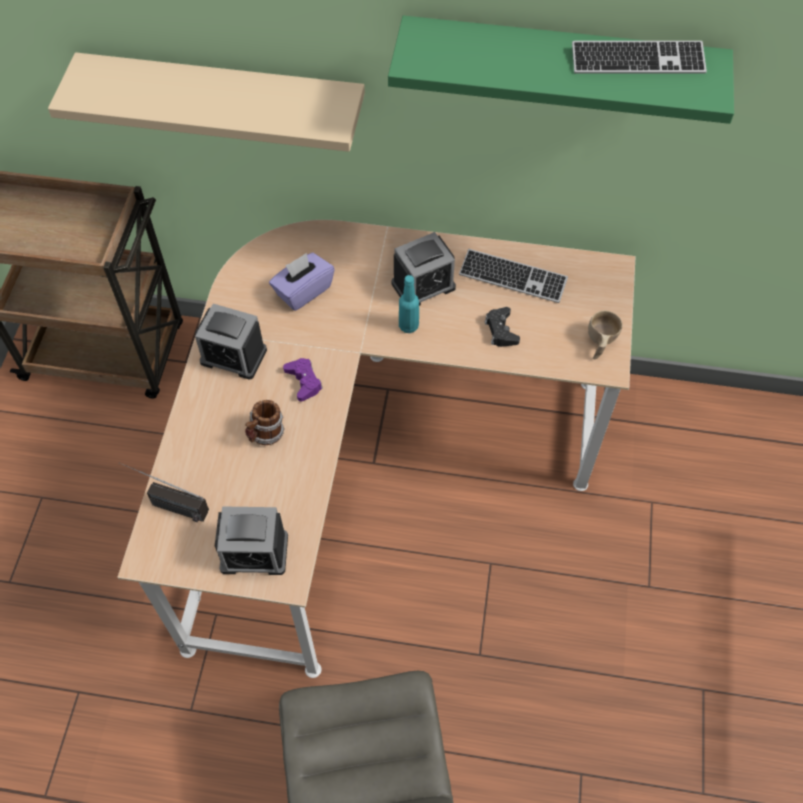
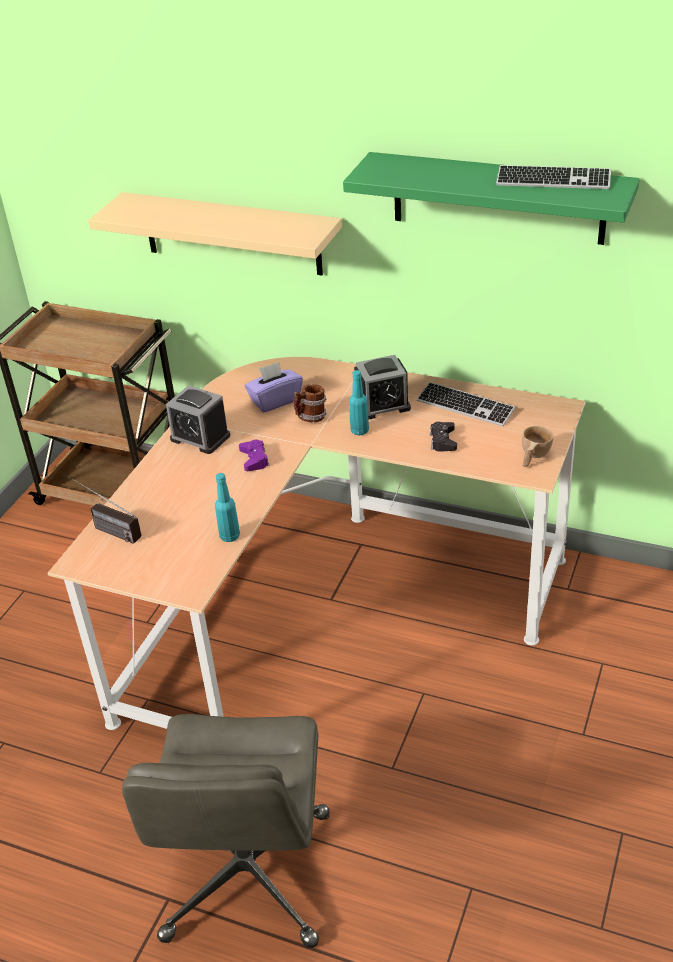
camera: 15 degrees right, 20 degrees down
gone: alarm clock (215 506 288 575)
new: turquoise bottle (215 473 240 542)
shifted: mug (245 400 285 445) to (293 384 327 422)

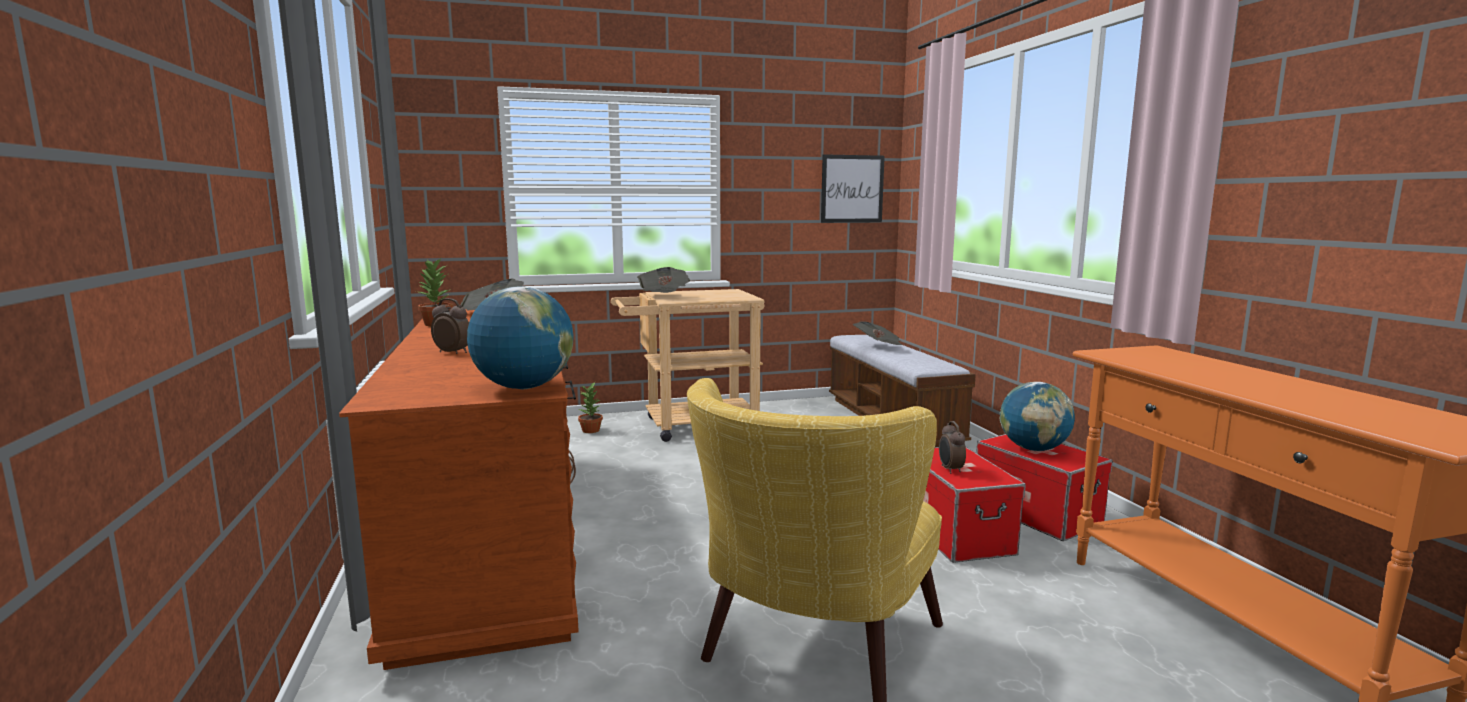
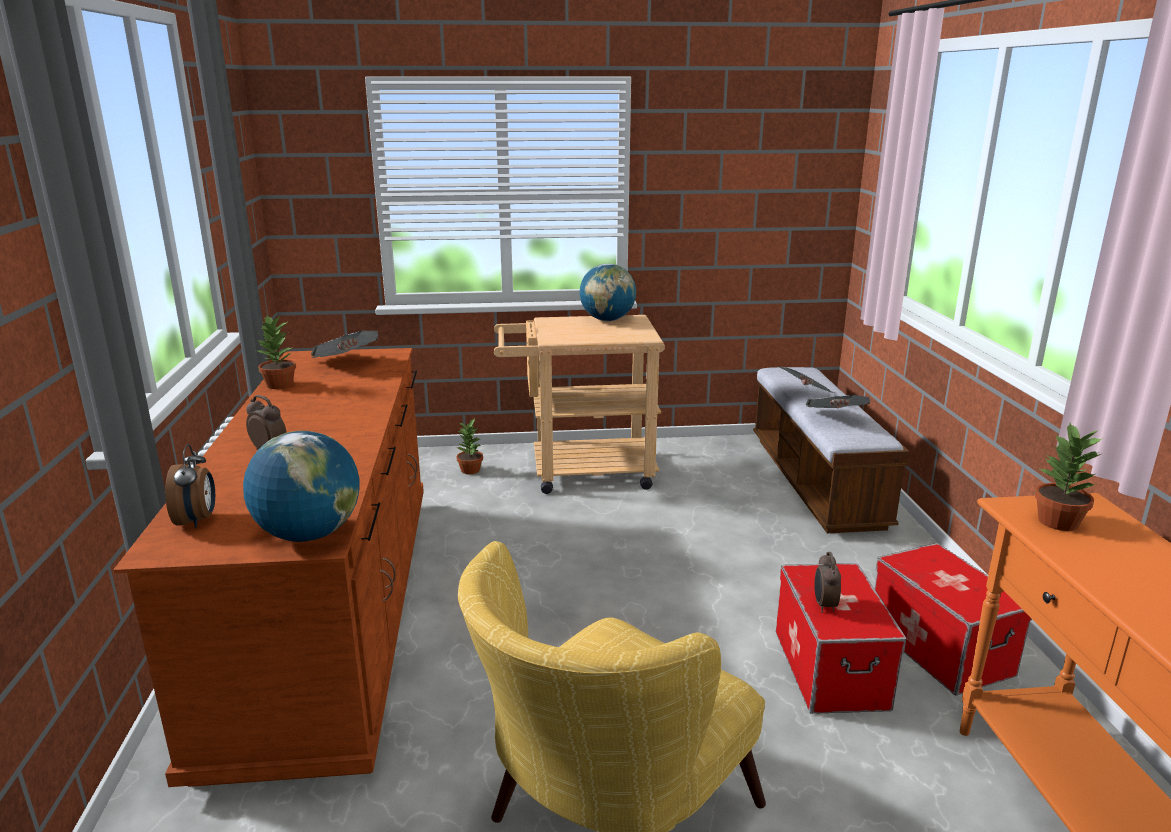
camera: 10 degrees right, 10 degrees up
gone: picture (821 154 885 223)
new: alarm clock (165 444 215 528); potted plant (1035 423 1103 531)
shifted: globe (999 382 1075 451) to (579 263 636 321); newspaper (637 267 690 293) to (806 395 870 408)

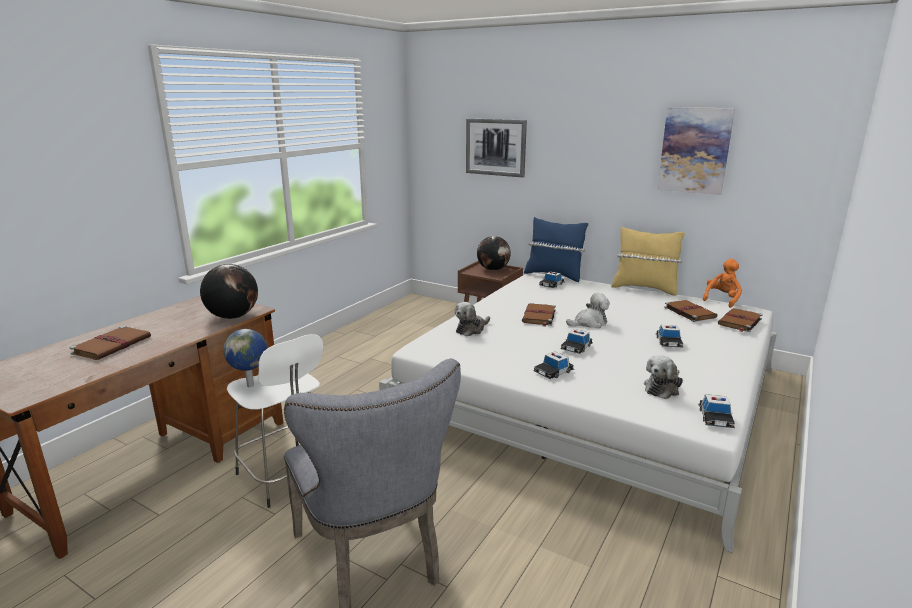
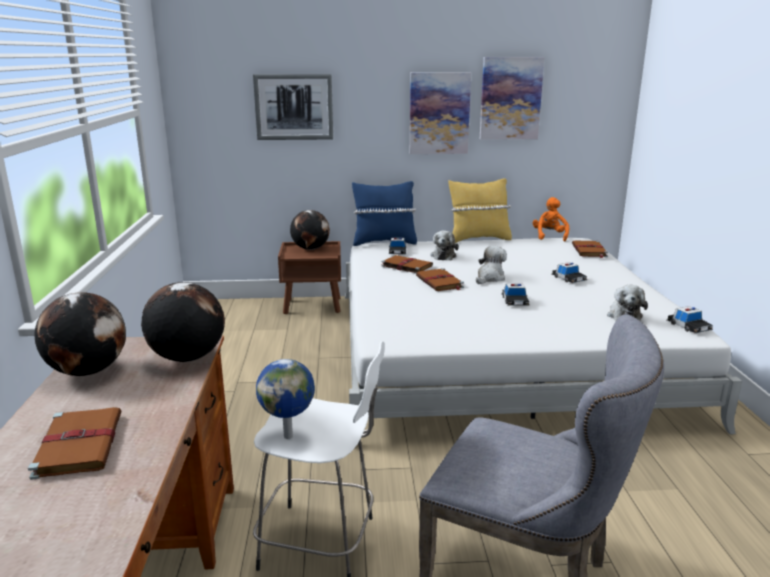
camera: 35 degrees left, 0 degrees up
gone: toy car (533 352 574 379)
new: globe (34 292 126 376); picture (410 72 471 154)
shifted: brown book (664 300 718 322) to (381 255 433 274); plush toy (455 302 490 336) to (430 230 459 261)

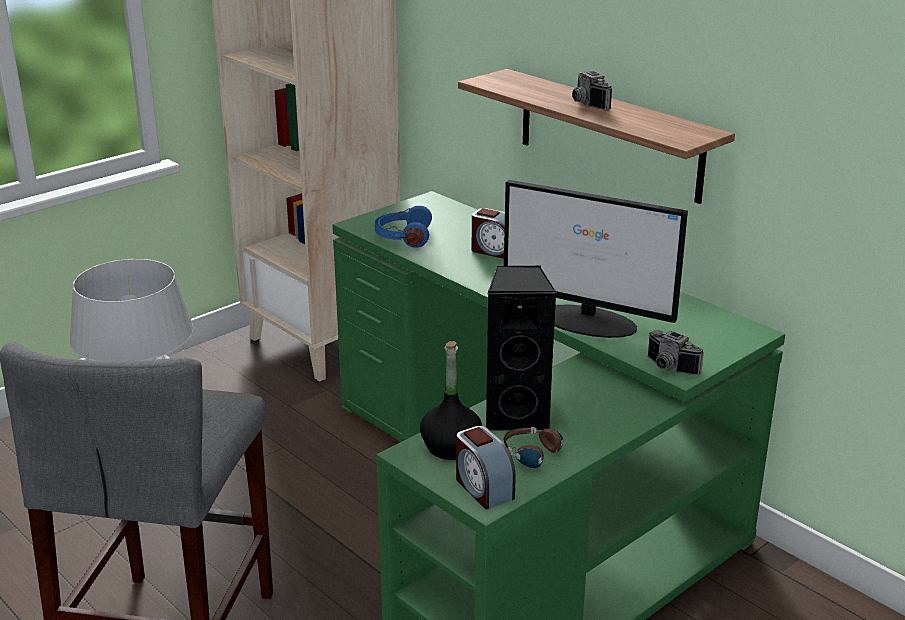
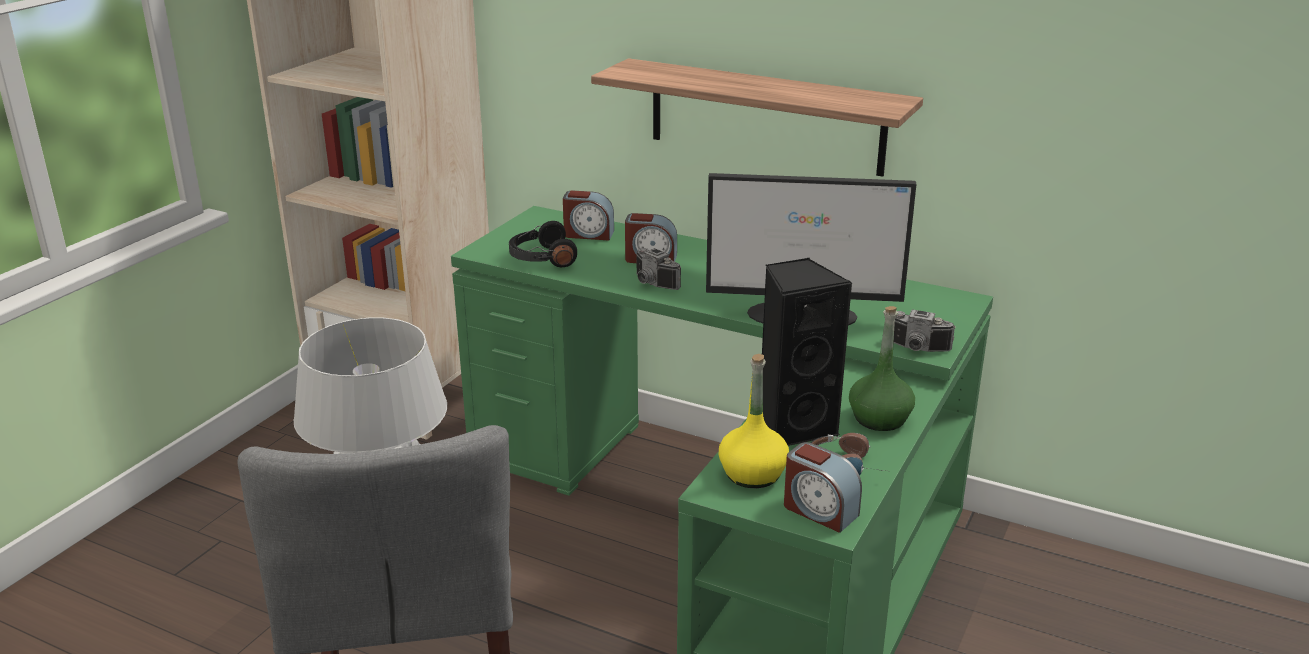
camera: 20 degrees left, 0 degrees up
new: alarm clock (563 191 614 241); green bottle (849 306 915 431)
shifted: photo camera (572 71 612 111) to (637 248 681 290)
repainted: blue headphones (375 206 432 248) to black headphones (509 221 577 267); black bottle (420 341 482 460) to yellow bottle (719 354 789 488)

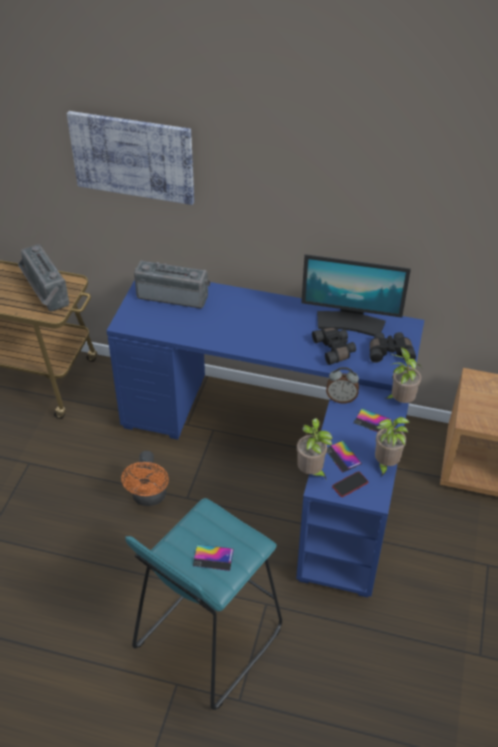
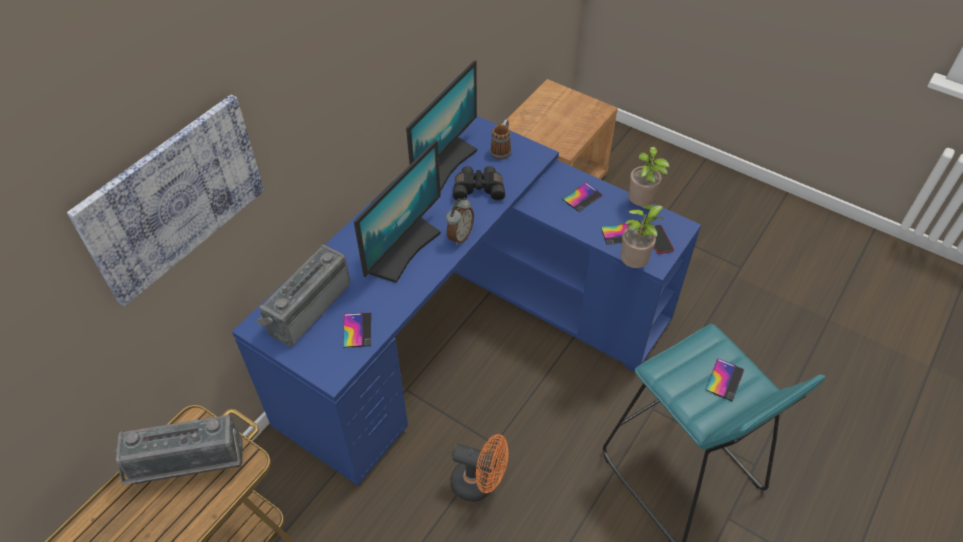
camera: 70 degrees left, 5 degrees up
gone: potted plant (385 347 422 403)
new: phone (343 313 371 347); monitor (354 140 441 283)
shifted: alarm clock (326 367 359 403) to (446 198 474 245)
swapped: black binoculars (370 332 416 363) to mug (490 120 511 160)

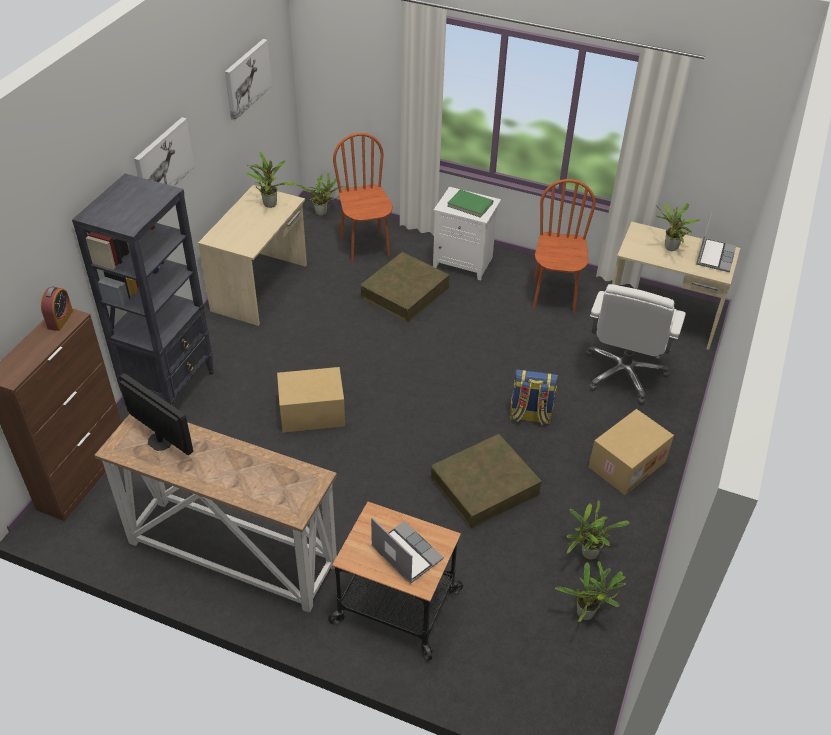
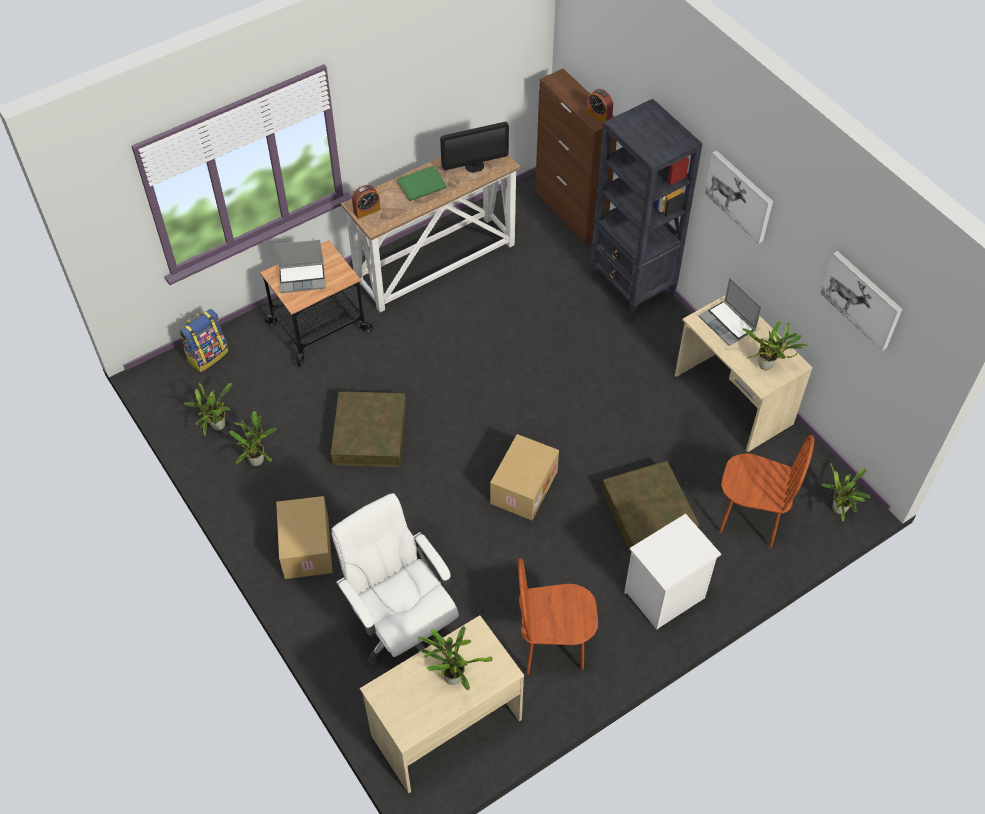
camera: 125 degrees right, 10 degrees up
new: alarm clock (352 185 381 219)
shifted: backpack (509 370 558 425) to (179 309 228 372); green book (447 189 493 218) to (397 166 447 201); cardboard box (277 367 345 433) to (490 434 559 520); laptop (696 212 736 272) to (699 278 762 346)
rotated: brown chair (533 179 596 313) = (518 558 598 674) 135 degrees clockwise

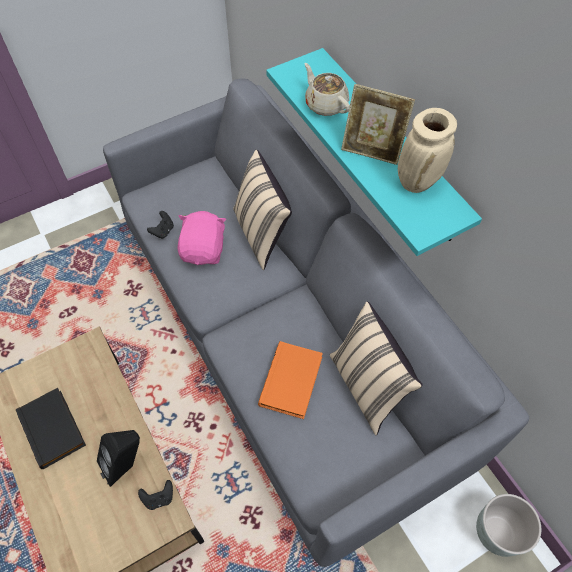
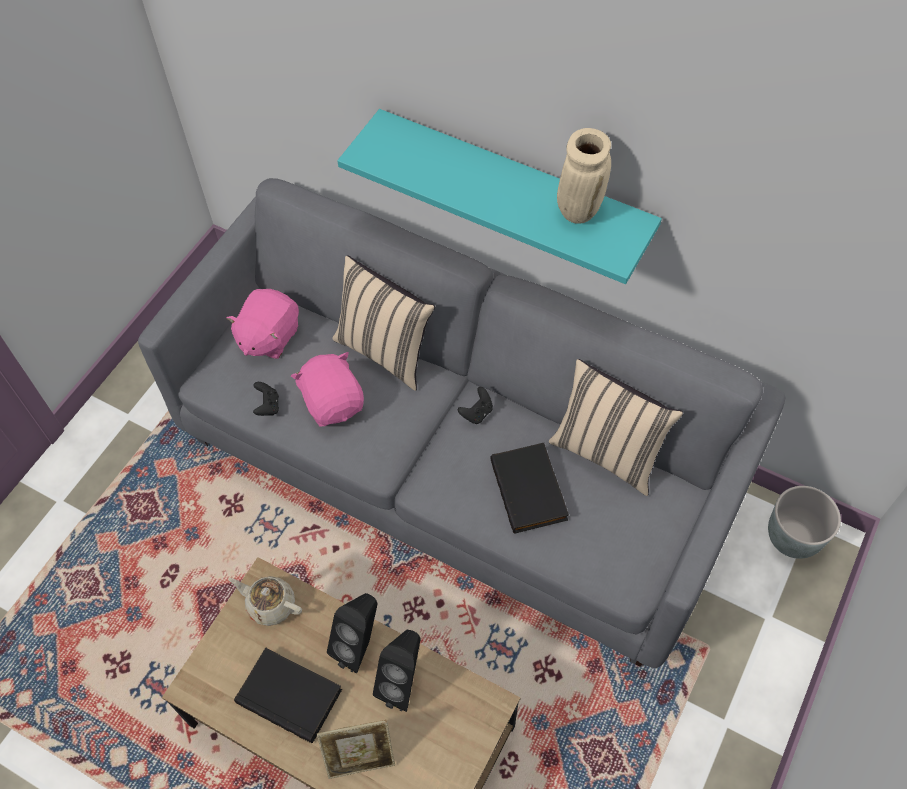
camera: 30 degrees left, 0 degrees up
new: pink plush toy (226 289 299 359); black speaker (327 593 378 673)
shifted: beige teapot (305 63 350 116) to (229 576 302 626); picture frame (341 84 415 165) to (317 720 395 779); black game controller (138 480 173 510) to (458 387 493 424)
repainted: orange book (258 341 323 419) to black book (490 443 569 534)

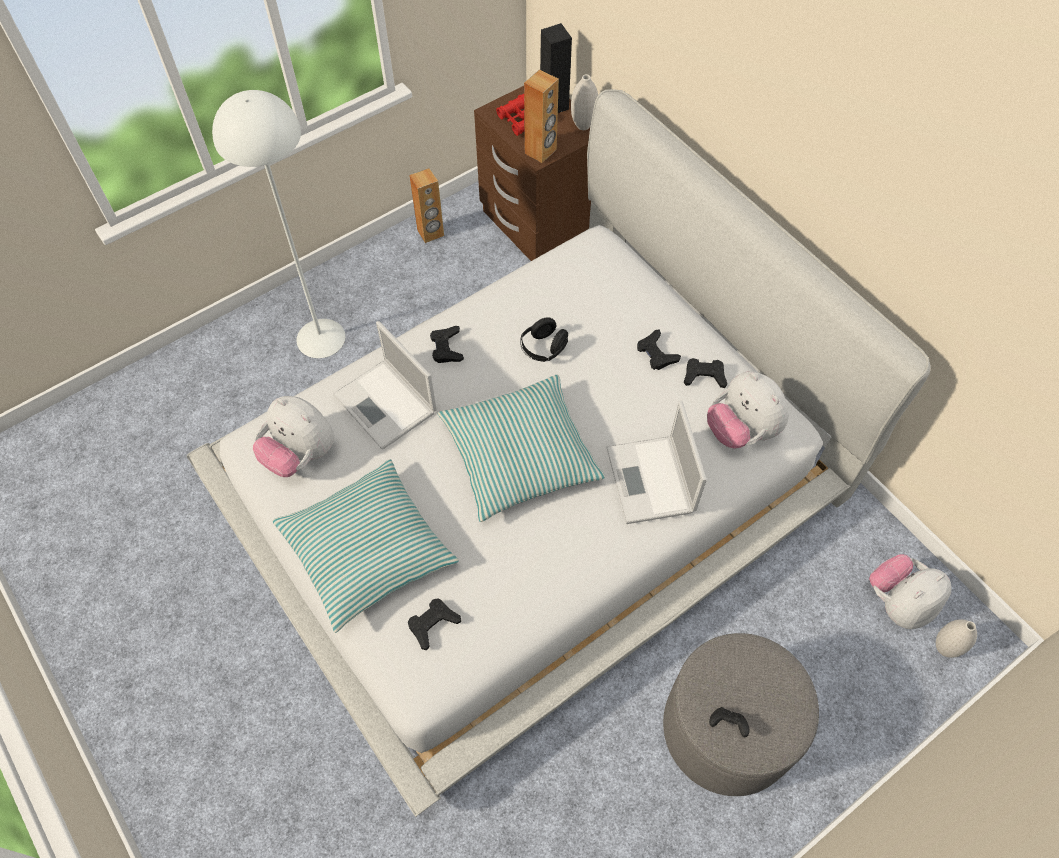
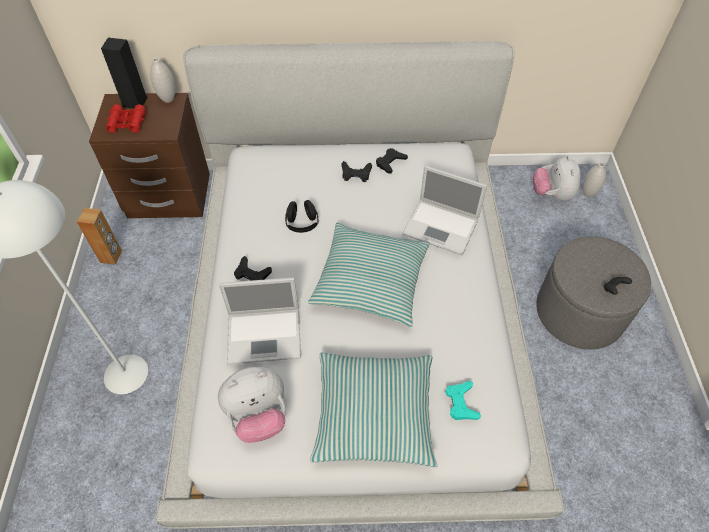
camera: 55 degrees left, 5 degrees down
gone: brown speaker (524 70 559 163); plush toy (707 371 789 449)
repainted: black game controller (408 598 461 651) to turquoise game controller (445 381 481 420)

